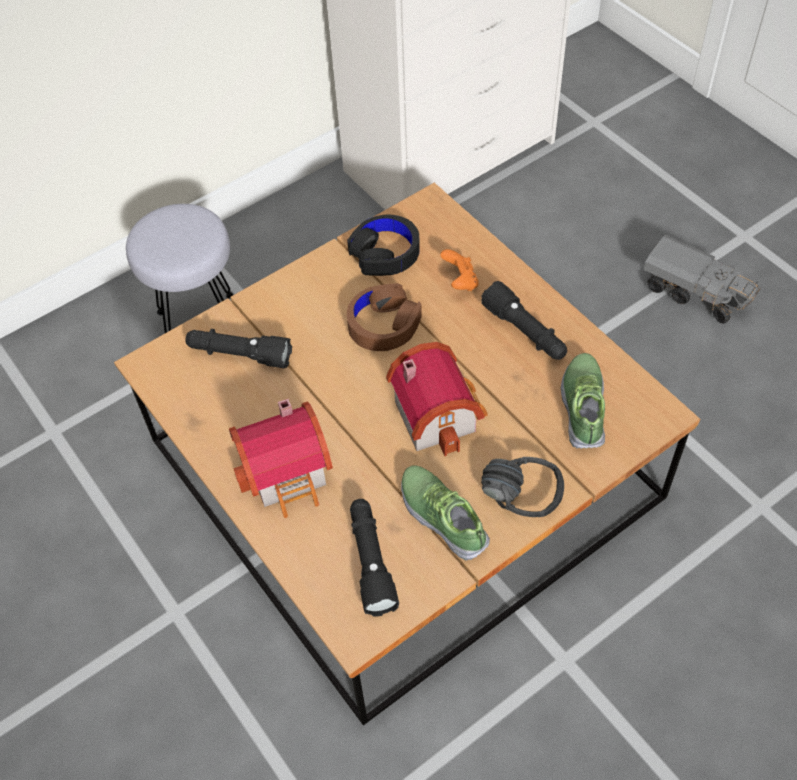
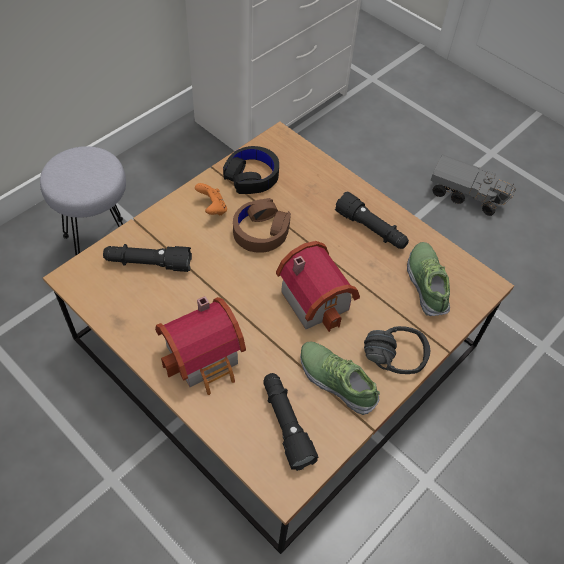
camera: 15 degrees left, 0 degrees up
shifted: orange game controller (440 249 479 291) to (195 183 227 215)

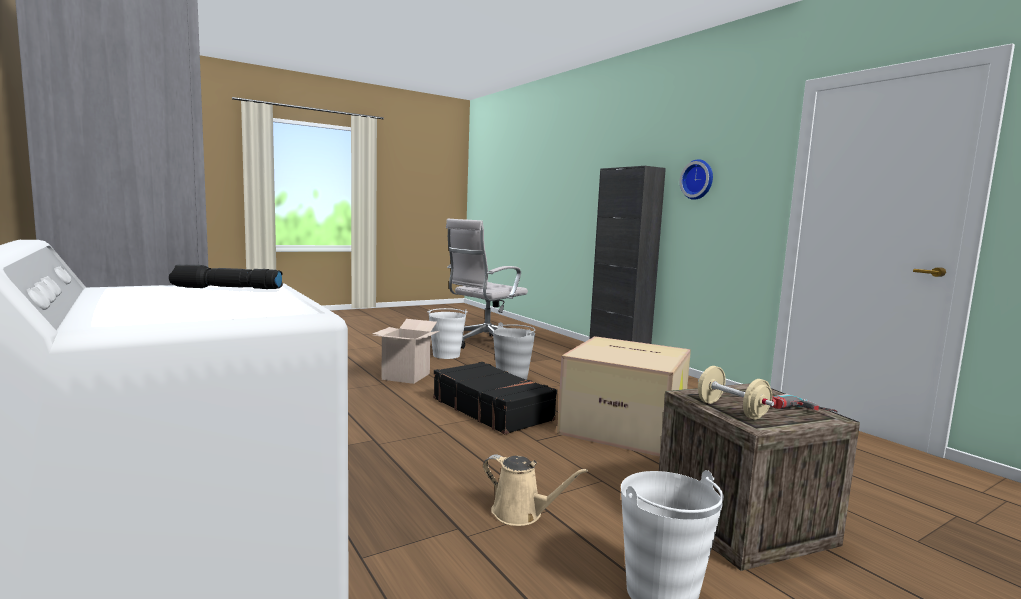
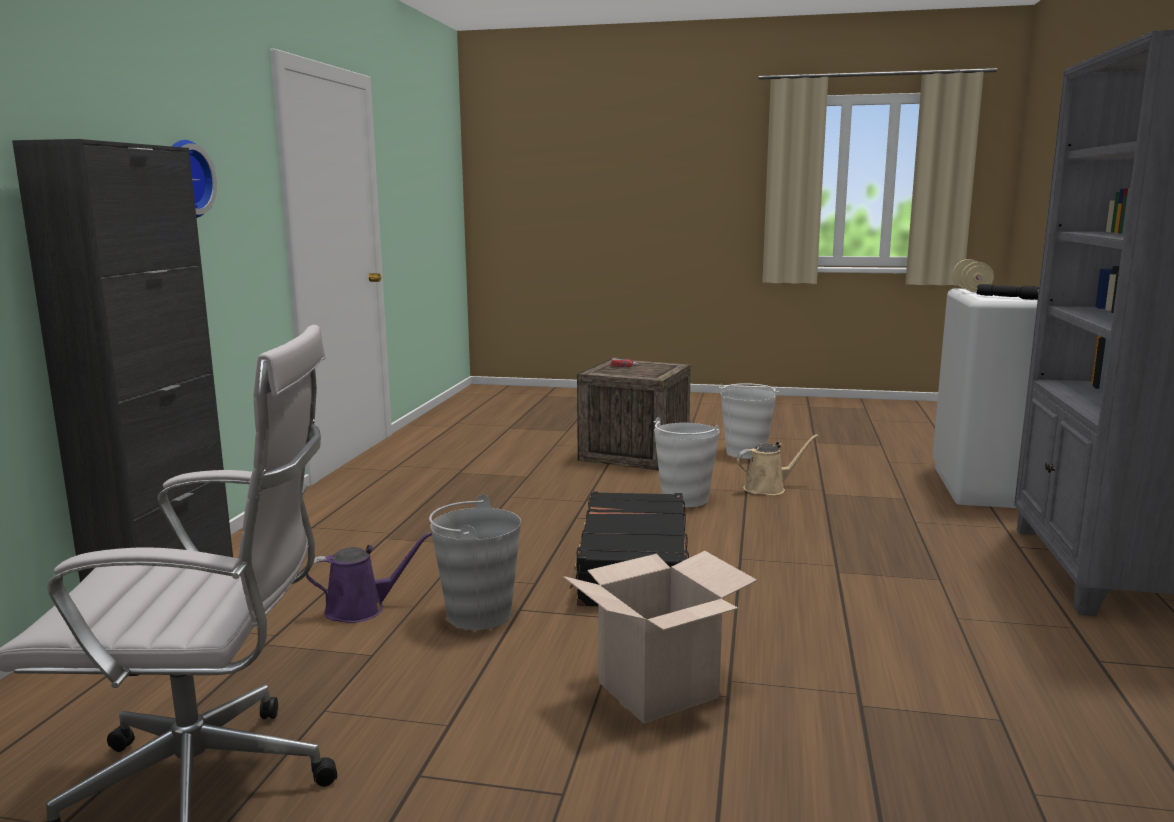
camera: 135 degrees left, 5 degrees up
gone: cardboard box (557 336 691 457)
new: purple watering can (306 532 432 623)
shifted: white bucket (427 308 468 359) to (654 417 720 507); beige dumbbell (698 366 774 420) to (952 259 994 293)
rotated: beige watering can (483 455 588 526) = (737 434 818 495) 90 degrees clockwise

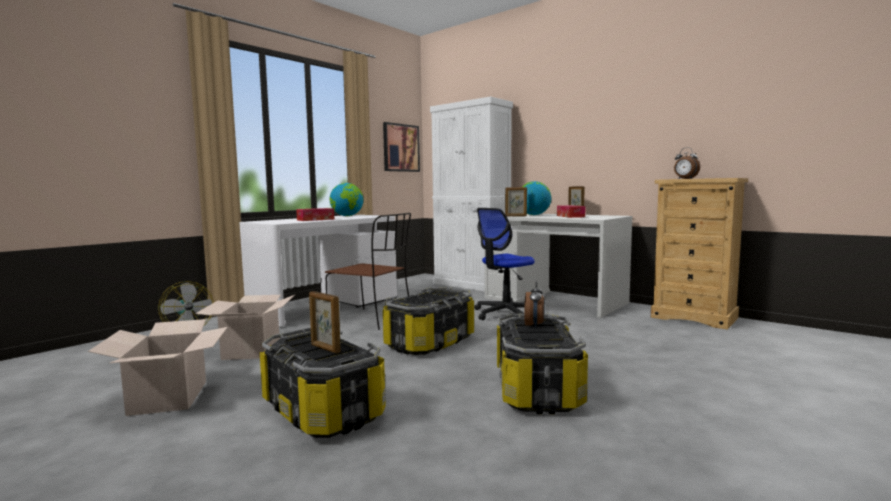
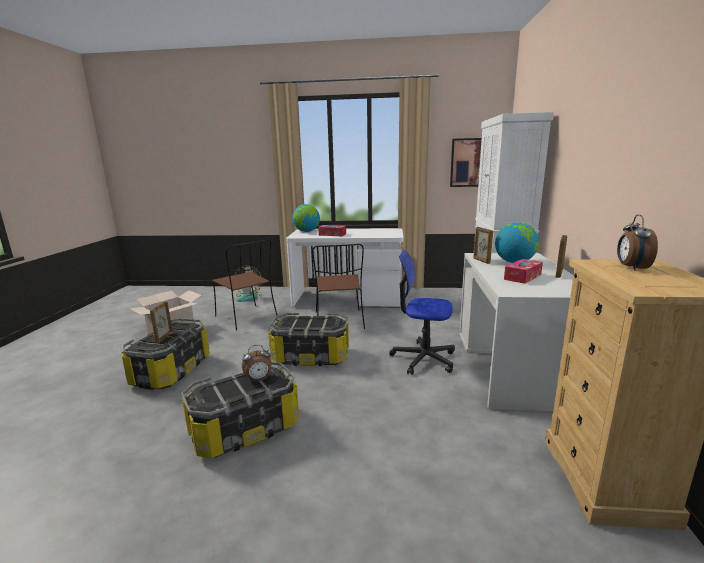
camera: 55 degrees right, 10 degrees up
shifted: globe (330 183 363 216) to (292 204 320 232)
swapped: cardboard box (195 295 295 360) to brown chair (212 239 278 330)

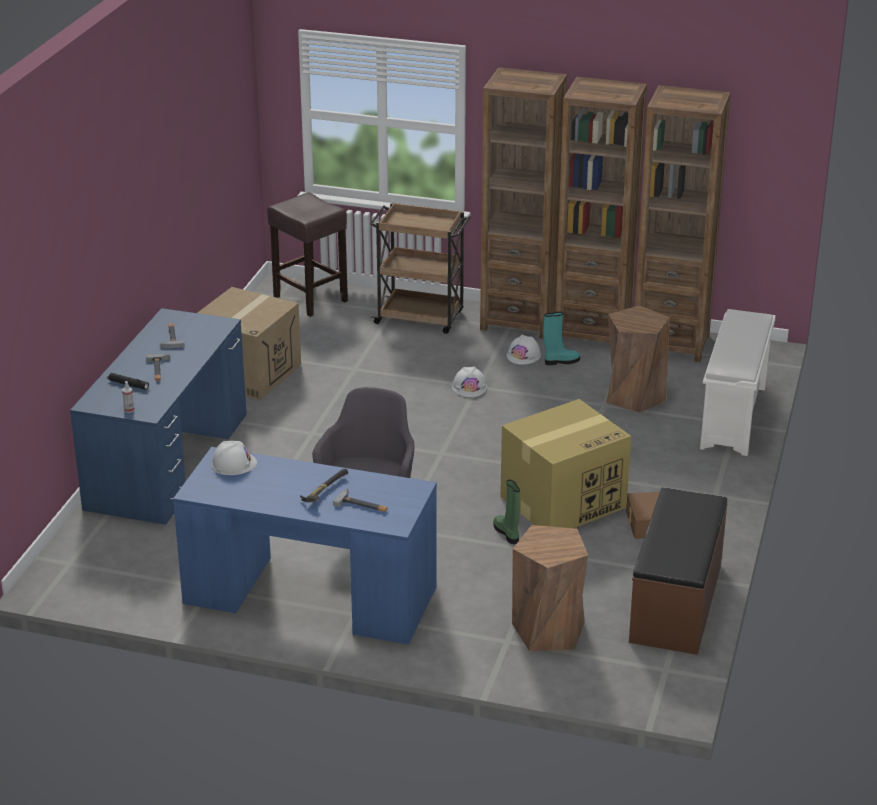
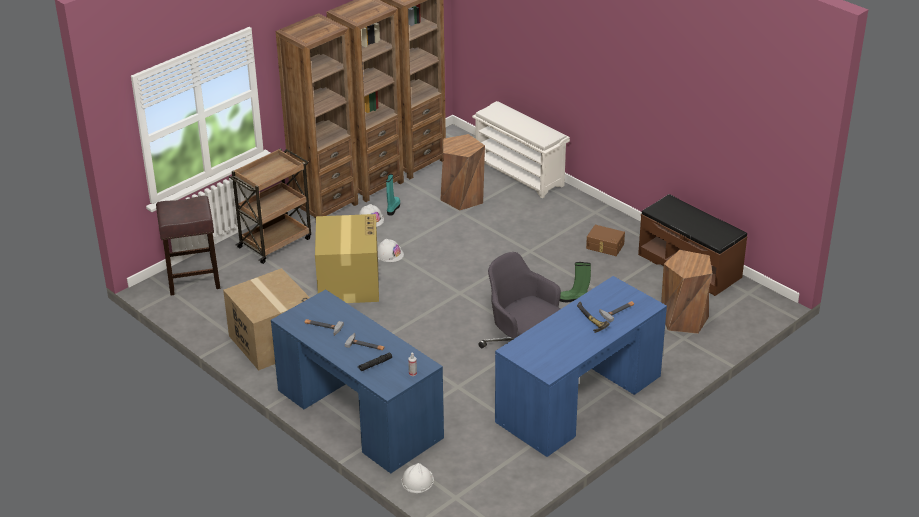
camera: 60 degrees left, 5 degrees up
shifted: cardboard box (500 399 631 528) to (315 214 379 303); white hard hat (211 441 257 475) to (402 463 434 493)

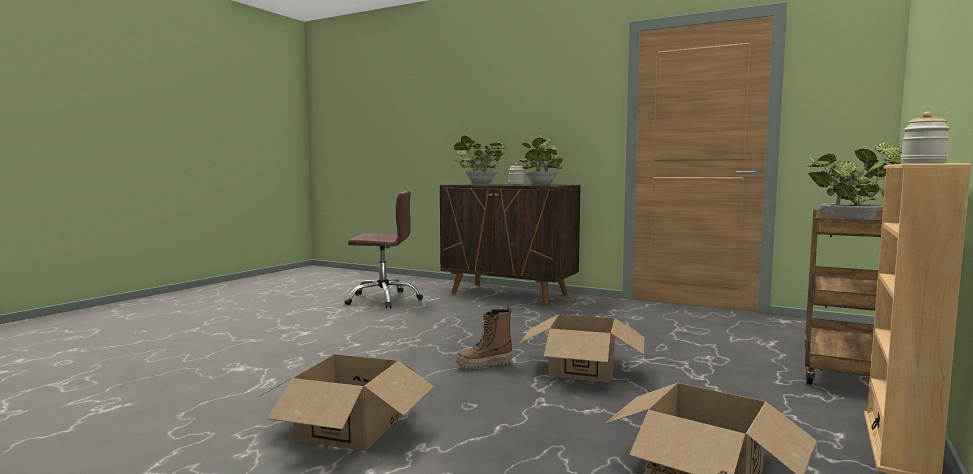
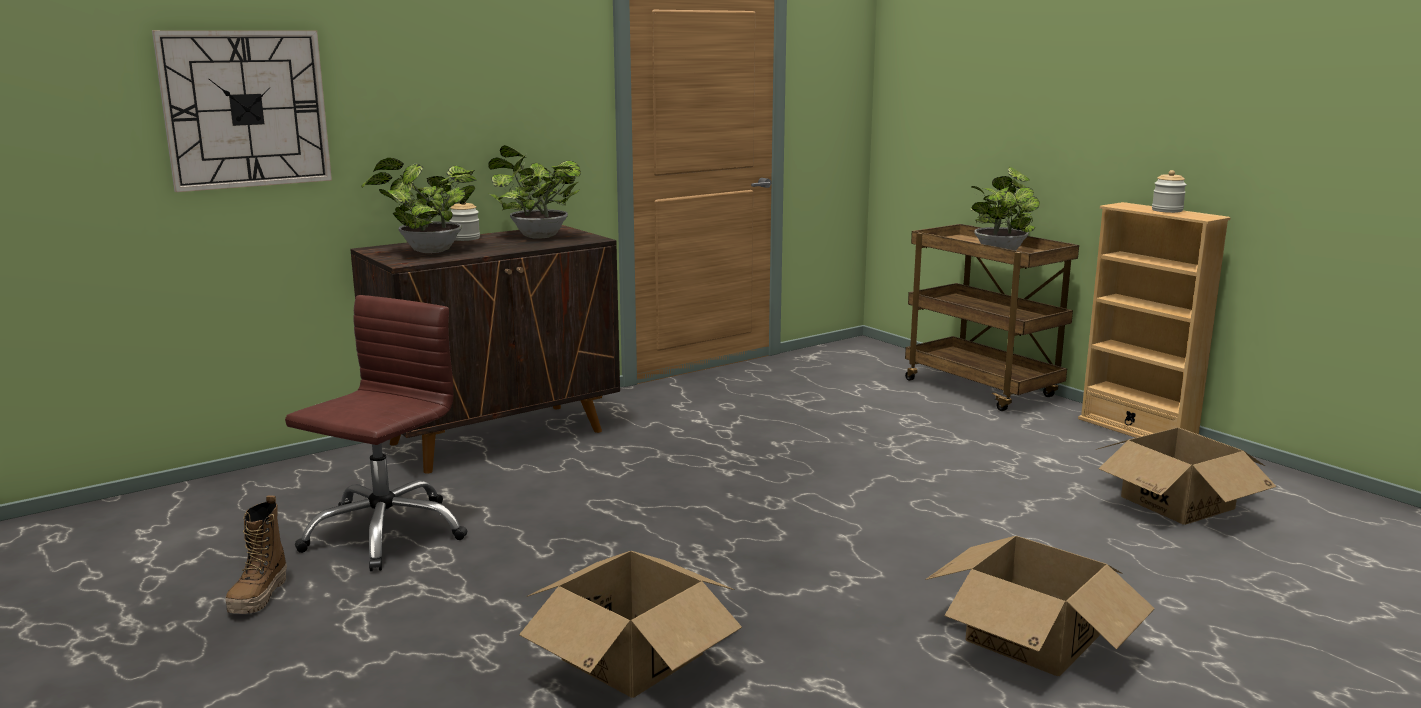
camera: 65 degrees left, 10 degrees up
new: wall clock (152 30 332 192)
shifted: boot (456 306 512 369) to (225 496 287 614); cardboard box (519 314 645 382) to (519 551 742 698)

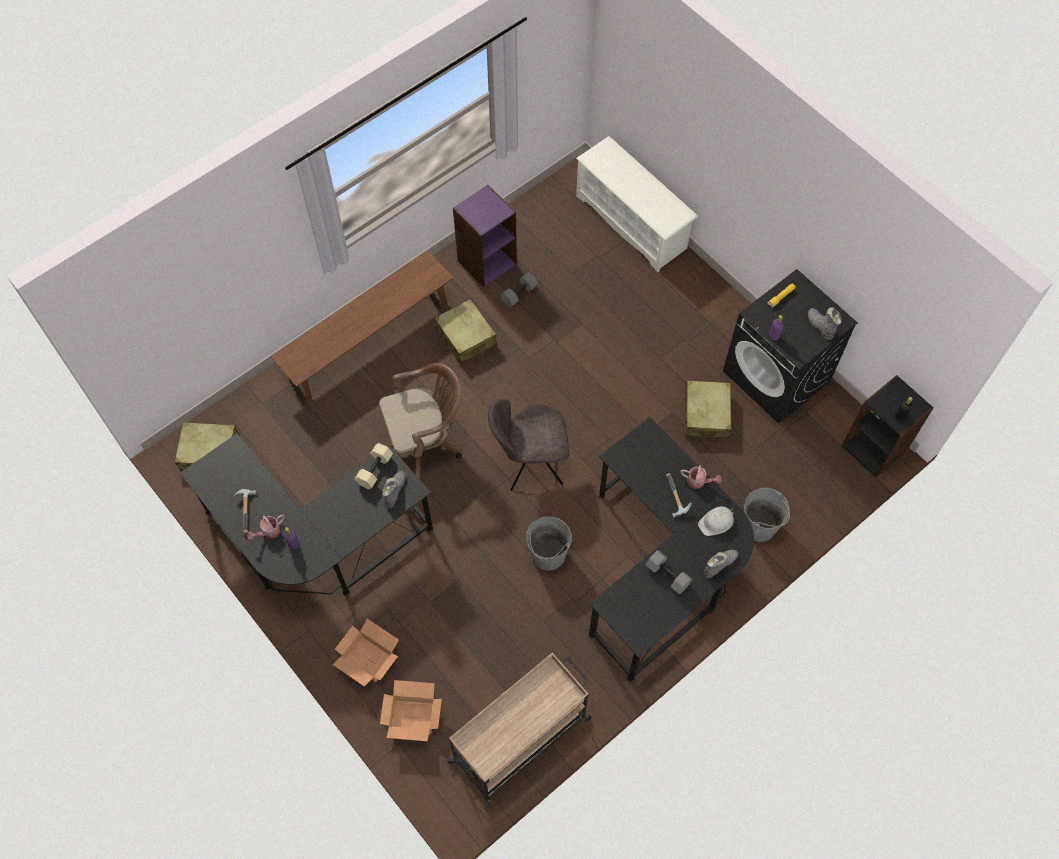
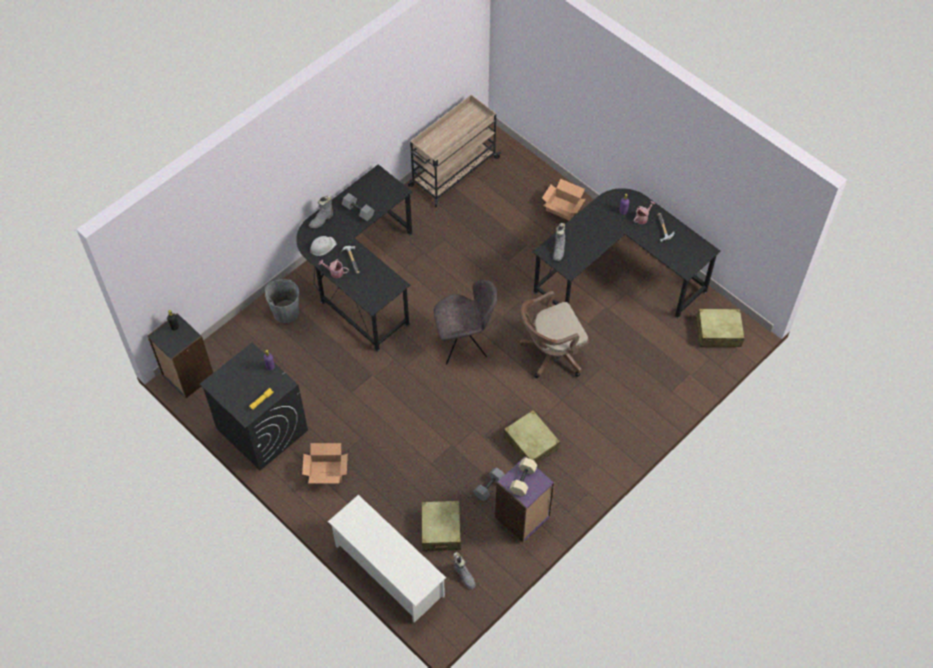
camera: 175 degrees right, 5 degrees down
gone: brown bench (271 250 454 402); grey bucket (526 516 572 571)
shifted: cardboard box (380 680 442 741) to (302 443 348 483); beige suitcase (684 380 732 438) to (420 501 461 552); grey boot (808 307 842 340) to (453 552 475 589); beige dumbbell (354 443 393 489) to (510 458 537 497)

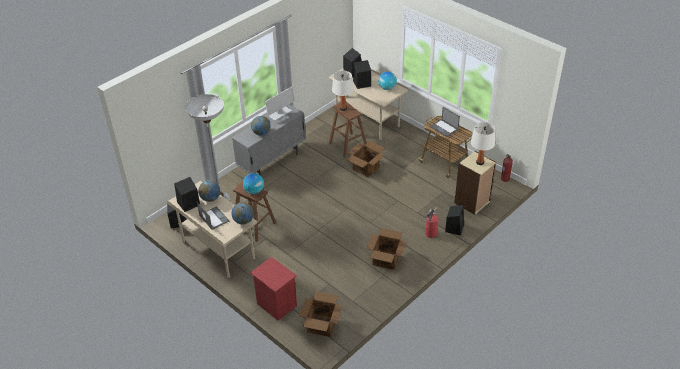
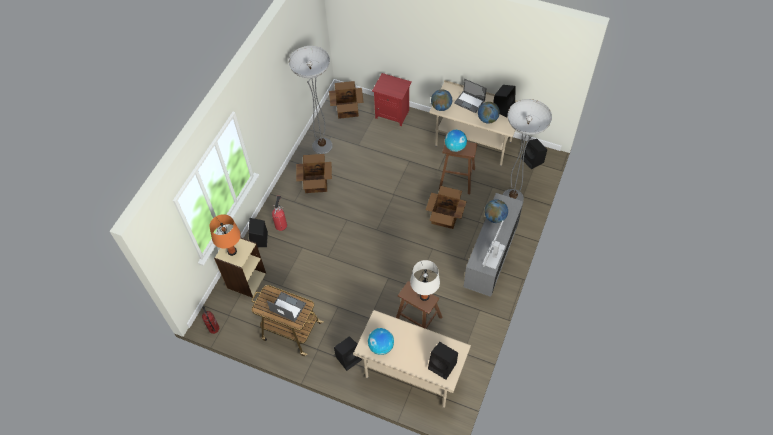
camera: 160 degrees right, 15 degrees up
new: floor lamp (289 46 333 154)
shifted: black speaker (353 60 371 89) to (334 336 362 371); cardboard box (347 141 385 177) to (426 186 467 229)
repainted: white table lamp (471 122 495 165) to orange table lamp (209 214 241 256)

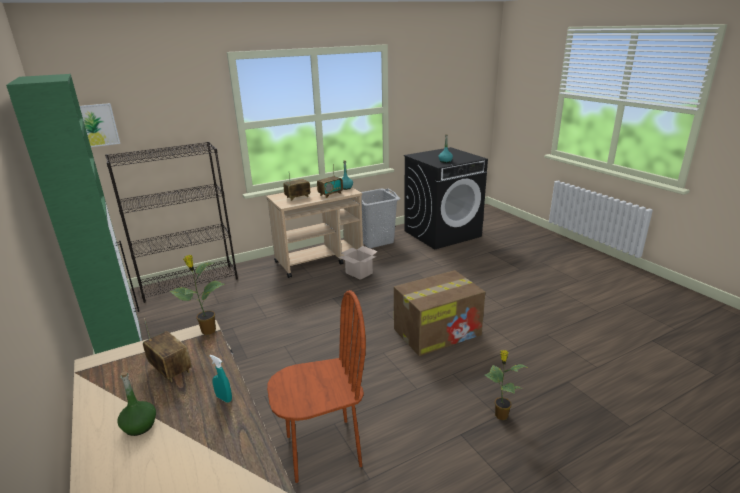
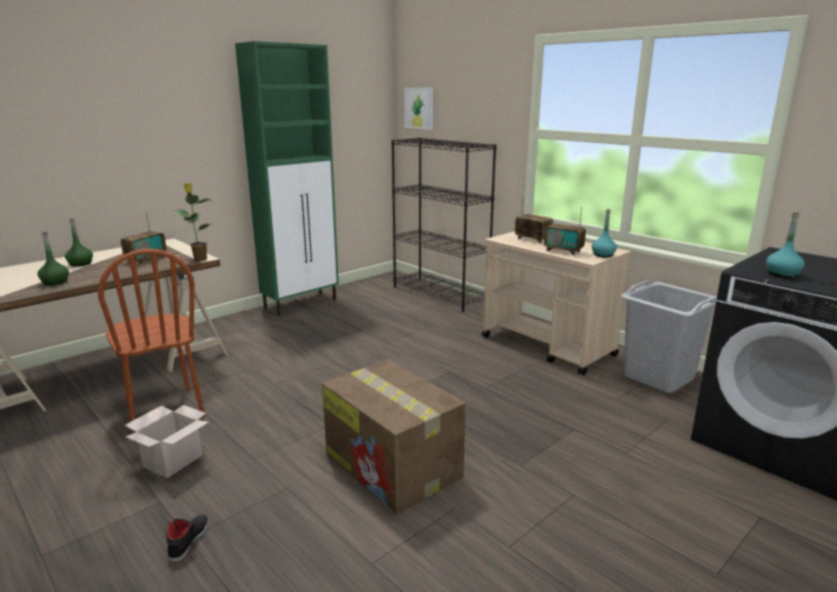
camera: 75 degrees right, 5 degrees down
gone: turquoise spray bottle (210 355 232 403)
new: green bottle (37 232 69 285)
shifted: cardboard box (339 246 378 280) to (124 405 209 478)
swapped: potted plant (484 350 526 420) to black shoe (166 515 209 562)

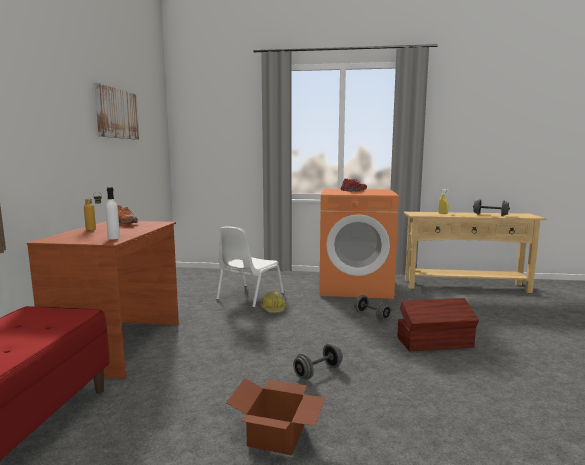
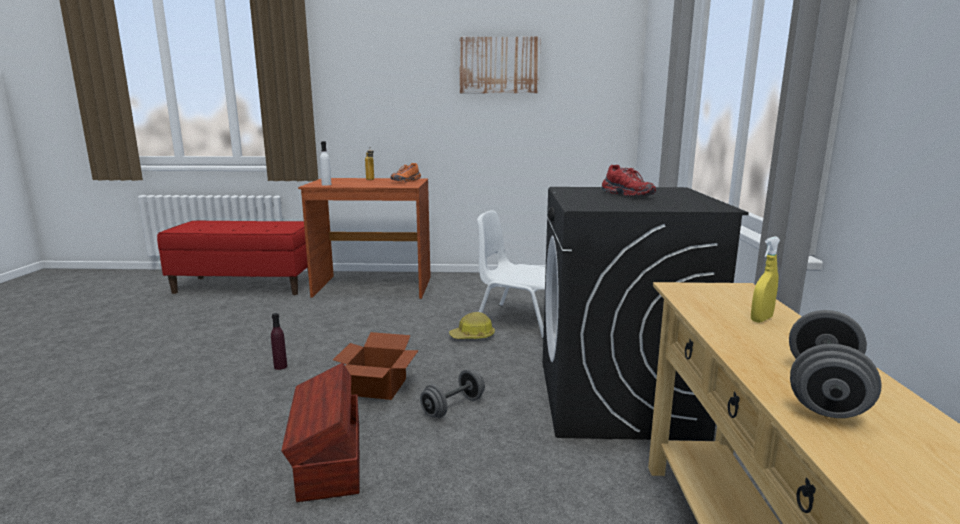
camera: 85 degrees right, 5 degrees up
shifted: cardboard box (226 378 325 456) to (333 332 419 400)
swapped: grey dumbbell (293 344 343 379) to purple bottle (271 313 287 370)
repainted: orange washing machine (319 189 399 299) to black washing machine (542 187 749 441)

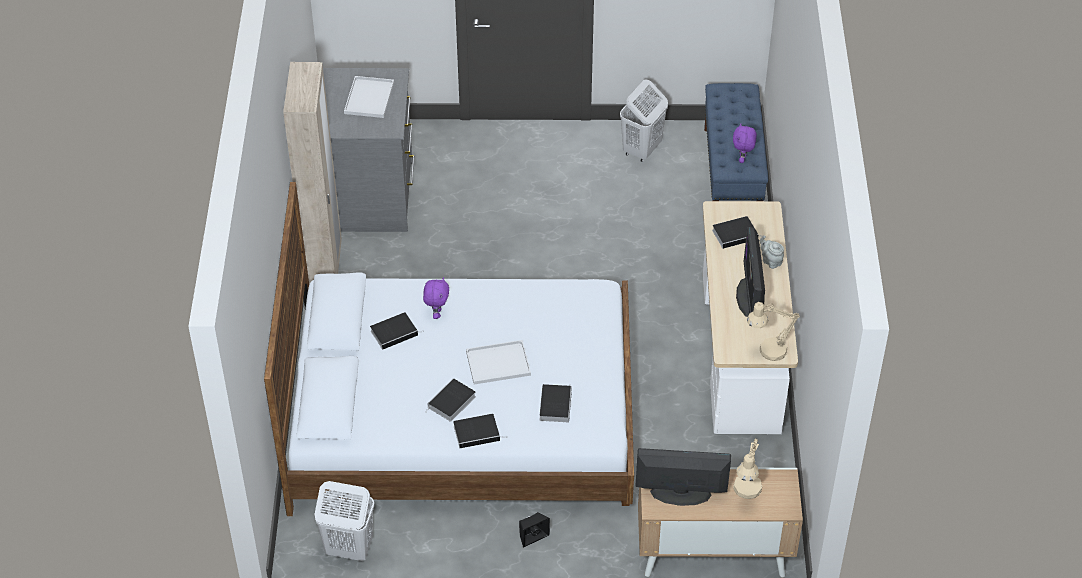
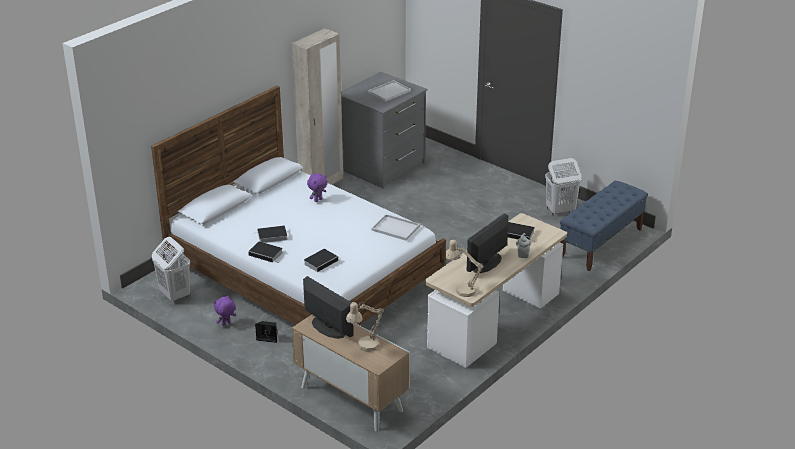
camera: 40 degrees right, 15 degrees down
gone: book (370 312 424 350)
shifted: purple plush toy (733 123 757 163) to (214 295 236 326); white tray (466 340 531 385) to (371 214 420 241)

